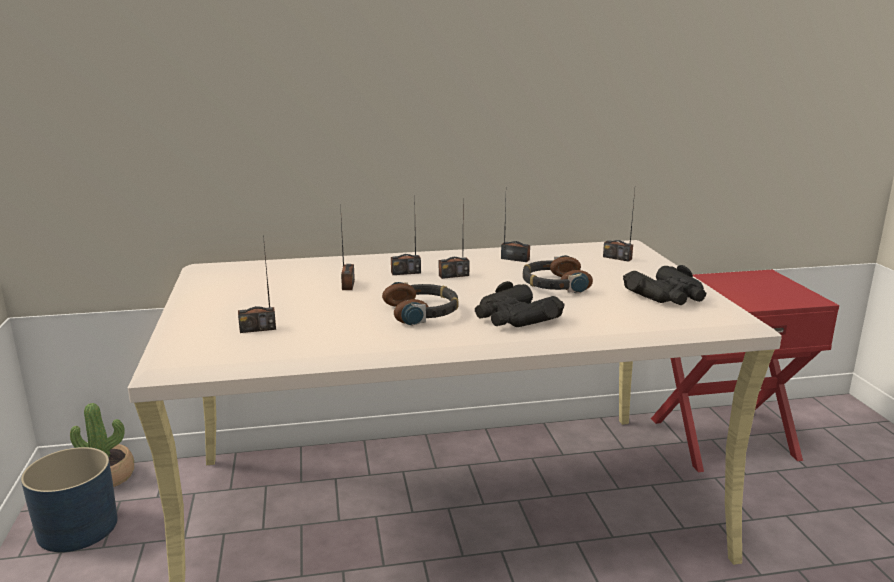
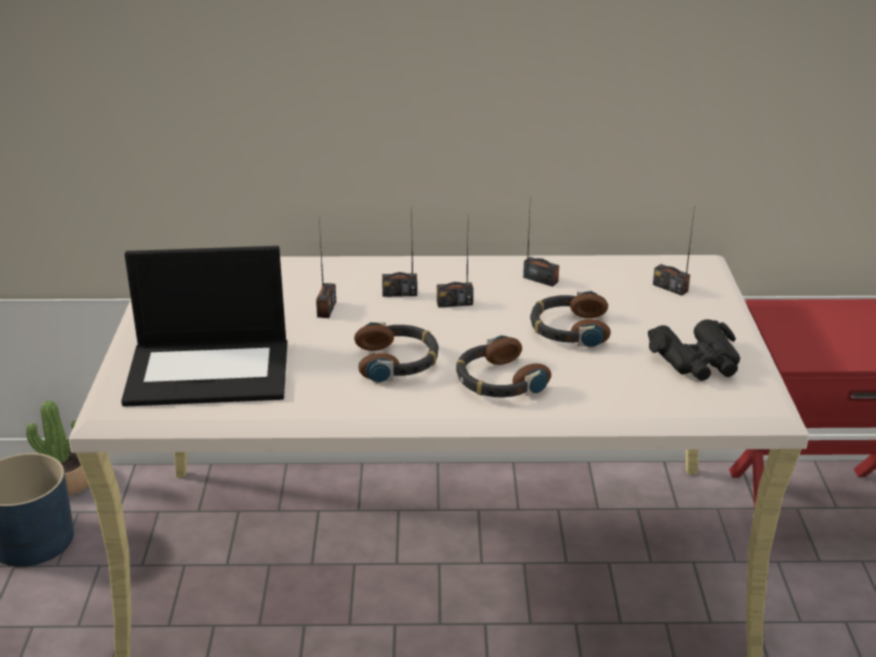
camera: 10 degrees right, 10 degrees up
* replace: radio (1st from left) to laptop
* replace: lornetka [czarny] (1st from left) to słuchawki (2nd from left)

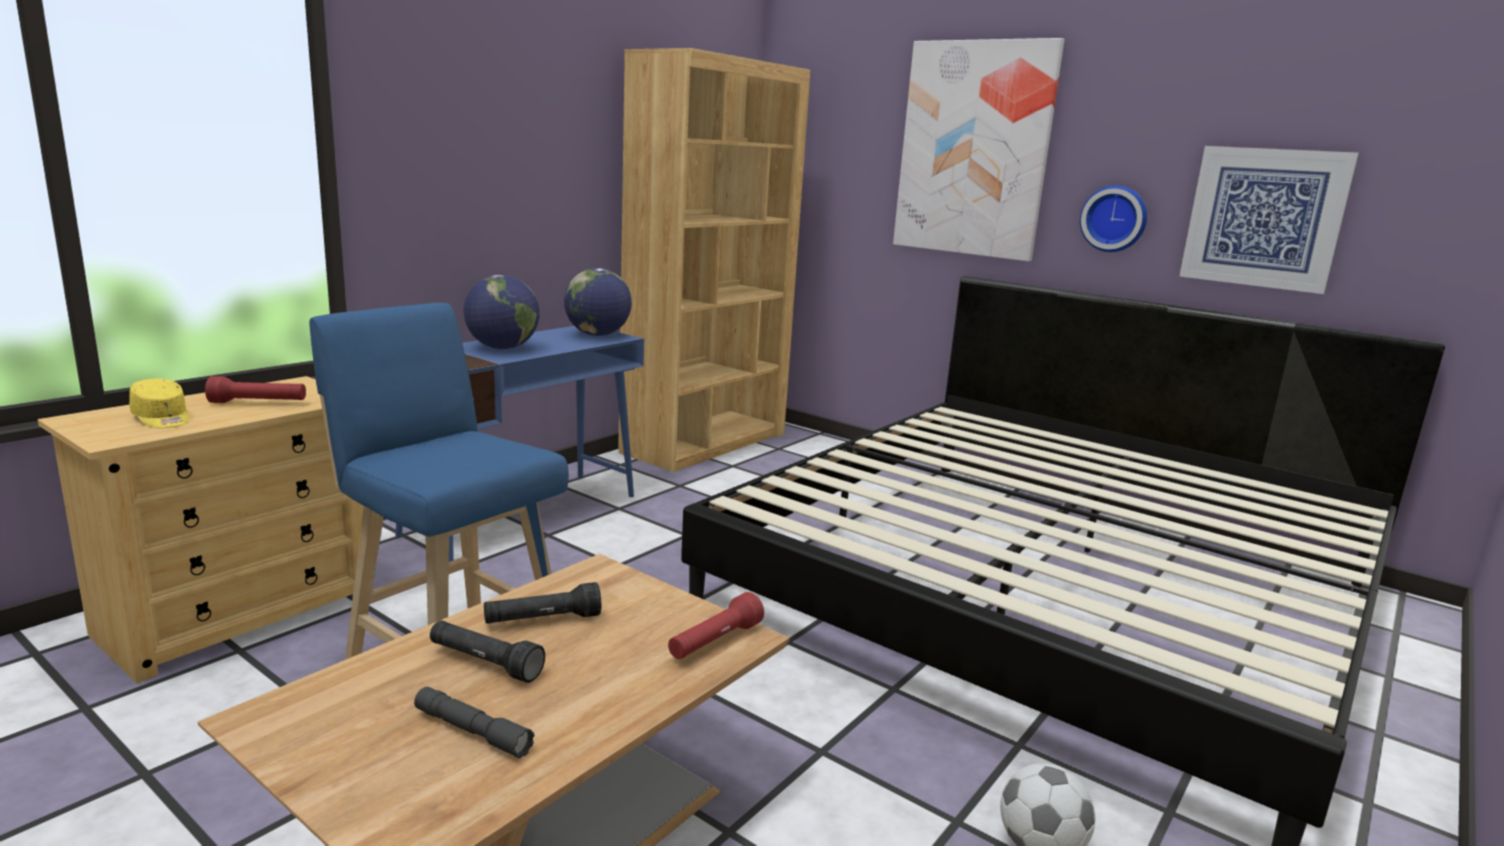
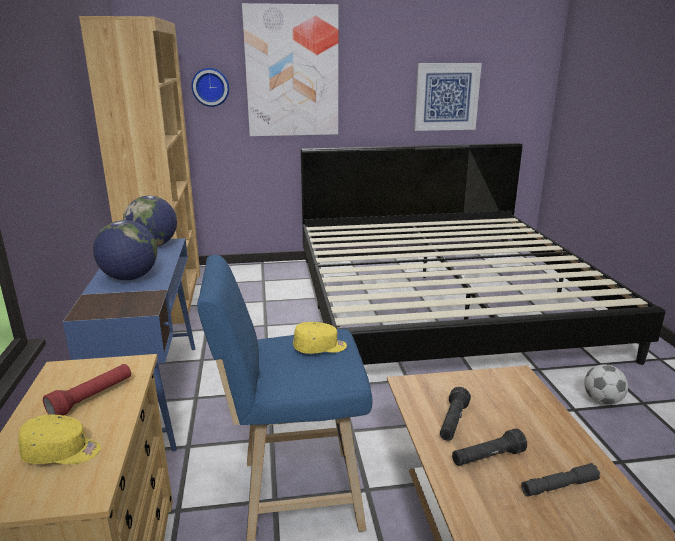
camera: 45 degrees left, 5 degrees up
* delete: latarka [czerwony] (2nd from left)
* move: zegar ścienny
* insert: czapka z daszkiem [żółty] (2nd from left)

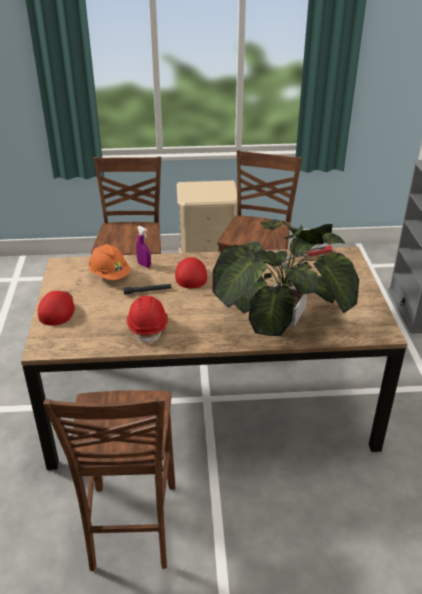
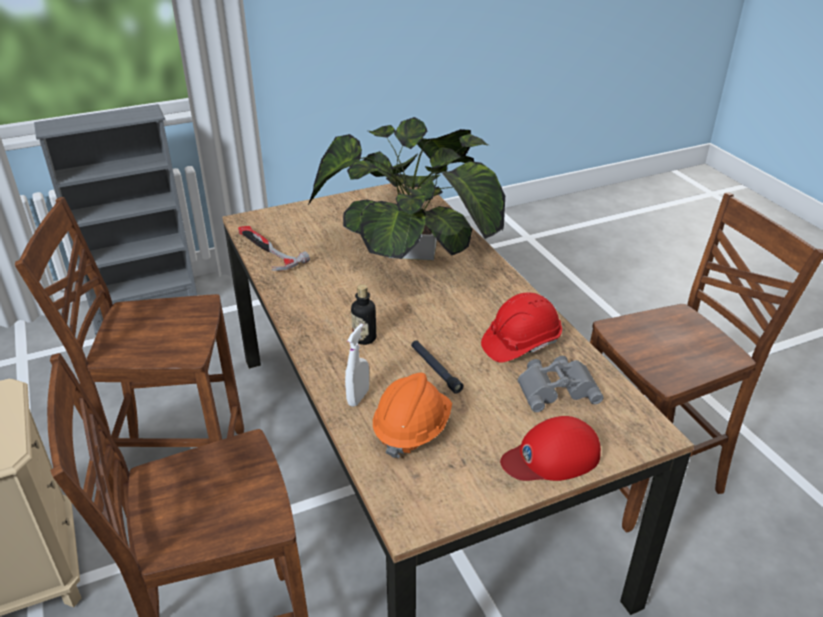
camera: 110 degrees left, 0 degrees up
* recolor: spryskiwacz [fioletowy] to spryskiwacz [biały]
* replace: czapka z daszkiem [czerwony] (2nd from left) to butelka
* insert: lornetka [szary]

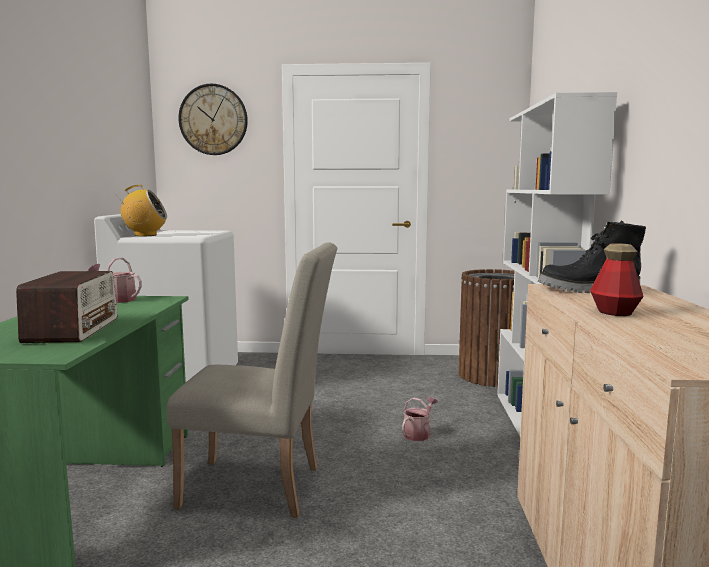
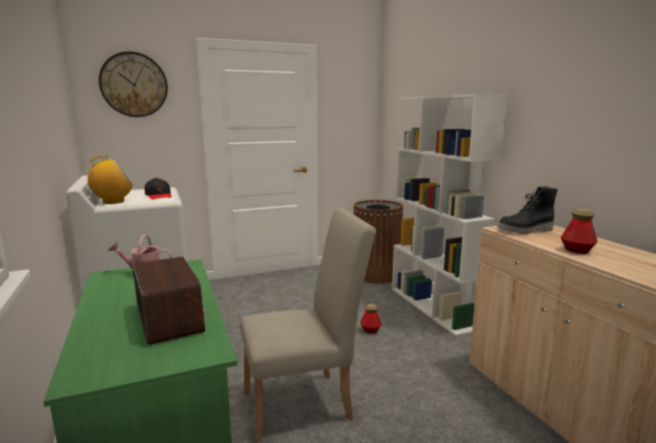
camera: 25 degrees left, 5 degrees up
* replace: konewka (2nd from left) to butelka (1st from left)
* insert: czapka z daszkiem [czarny]

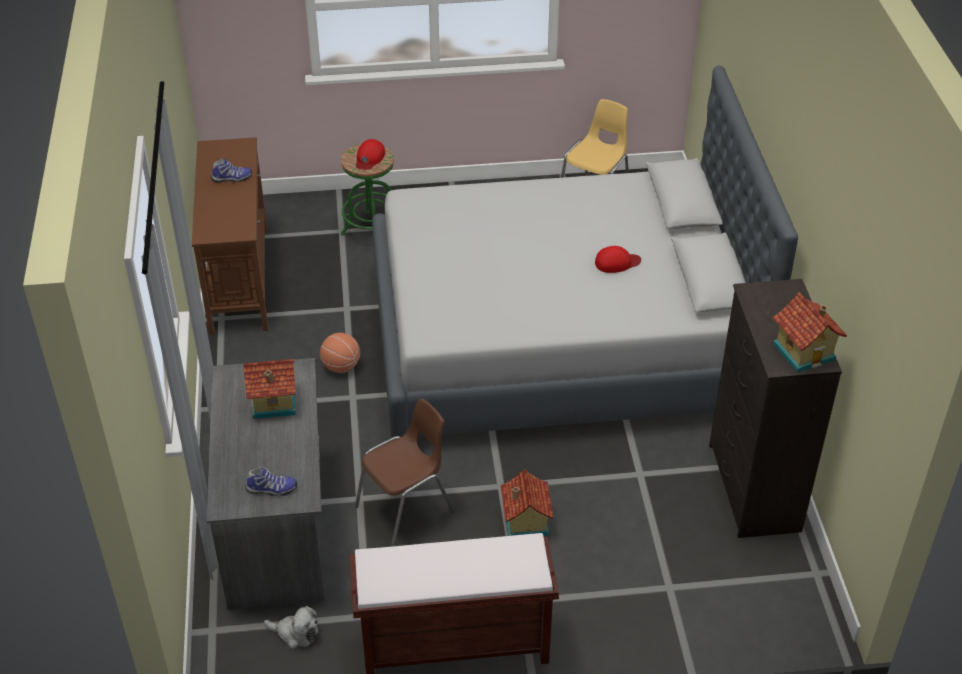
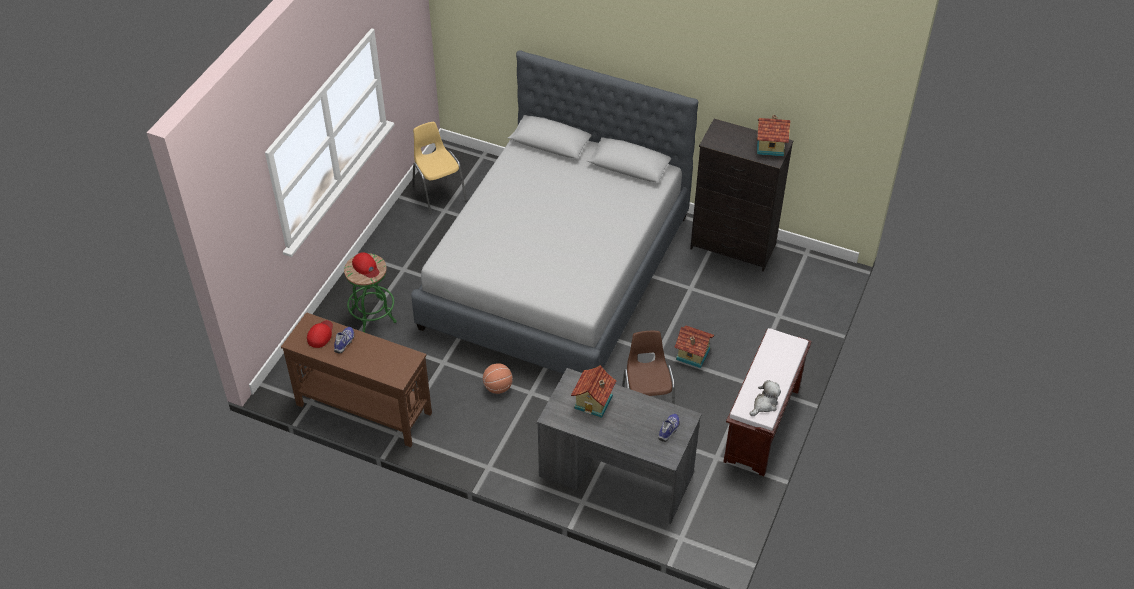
camera: 60 degrees left, 5 degrees up
* move: pluszak
* move: czapka z daszkiem [czerwony] (2nd from left in the first image) to czapka z daszkiem [czerwony] (1st from left)

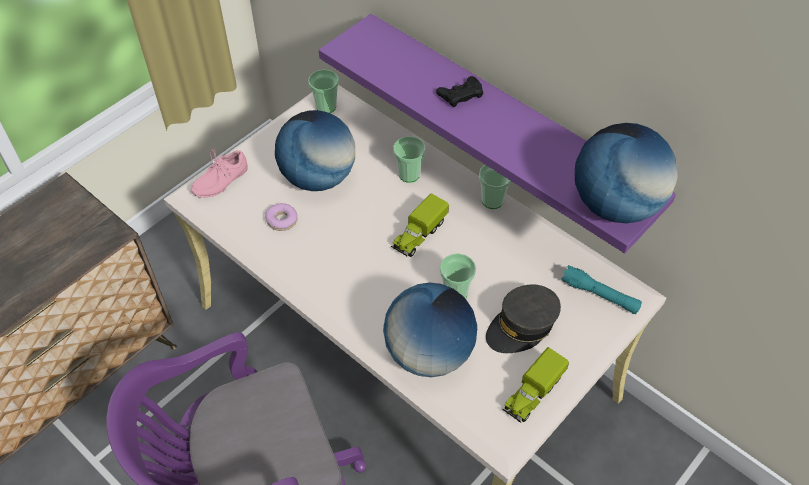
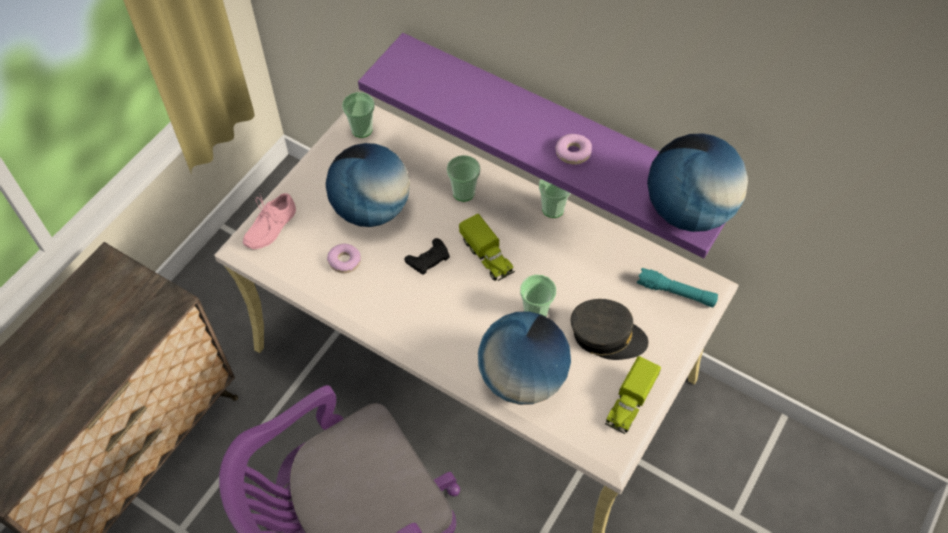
camera: 10 degrees left, 5 degrees up
* rotate: ciężarówka zabawkowa (1st from left) 60 degrees counterclockwise
* move: pad do gier [czarny]
* rotate: czapka z daszkiem [szary] 120 degrees counterclockwise
* insert: donut (2nd from left)

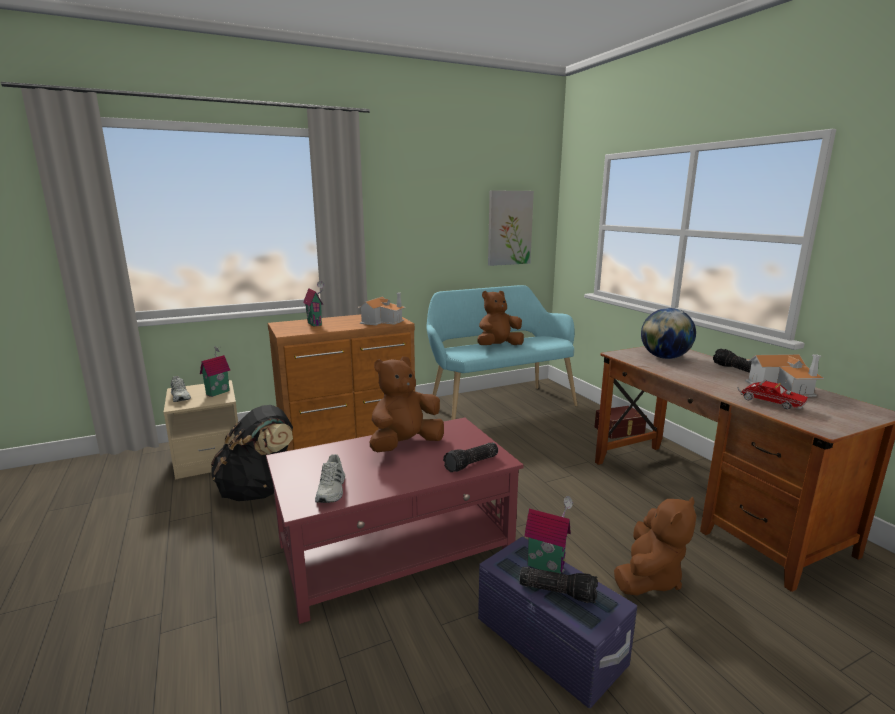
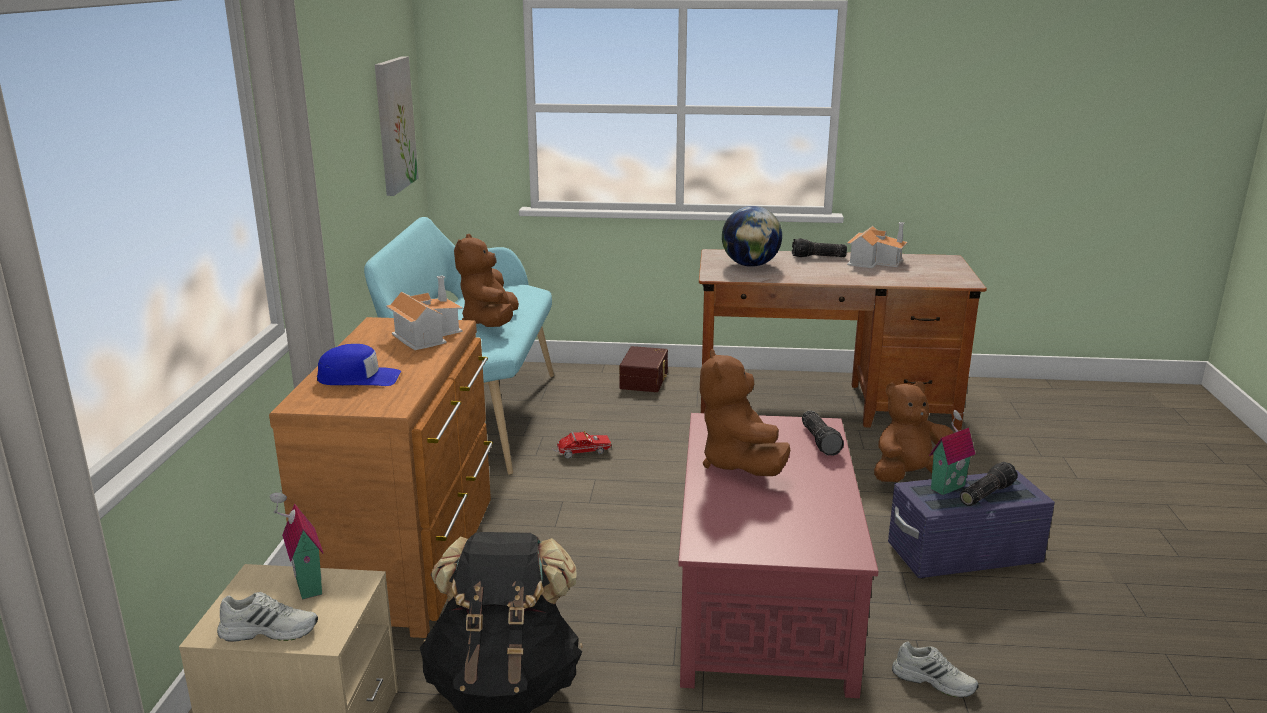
camera: 60 degrees left, 5 degrees up
* replace: domek (2nd from left) to czapka z daszkiem [niebieski]
* move: but [biały] (2nd from left)
* rotate: pluszak [brązowy] (3rd from left) 90 degrees counterclockwise
* move: ciężarówka zabawkowa

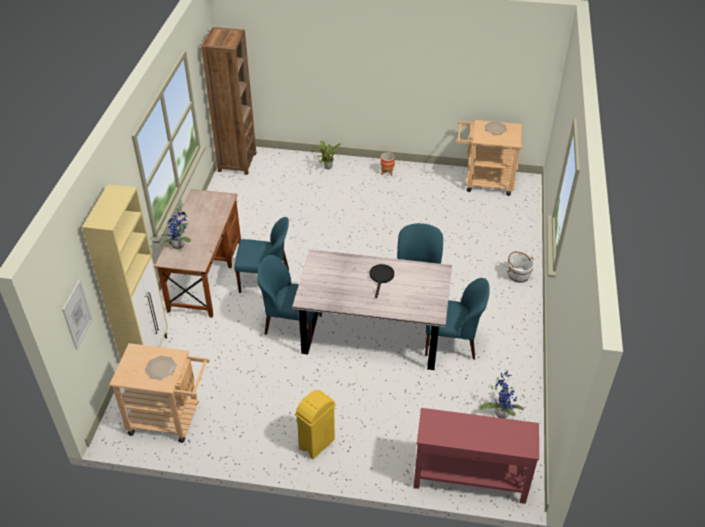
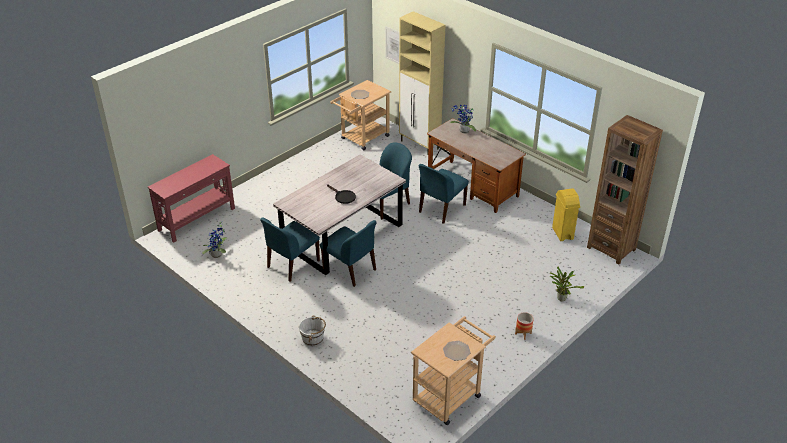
camera: 125 degrees right, 5 degrees down
* move: kosz na śmieci [żółty]

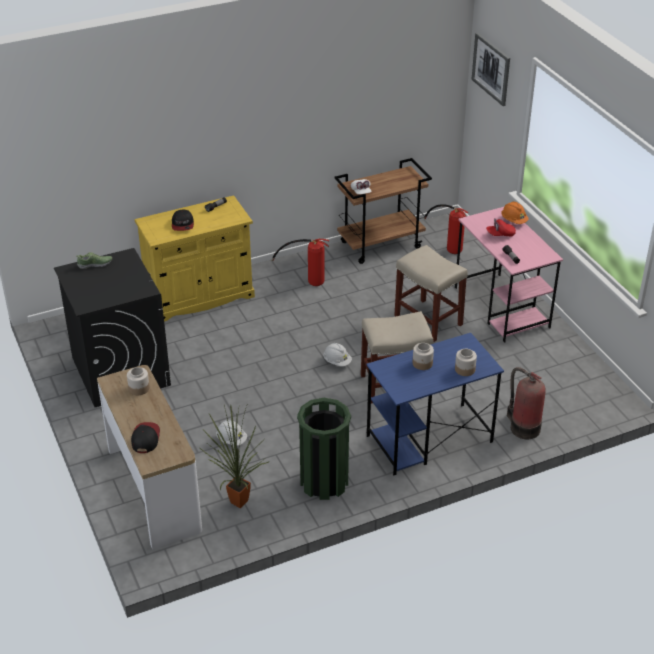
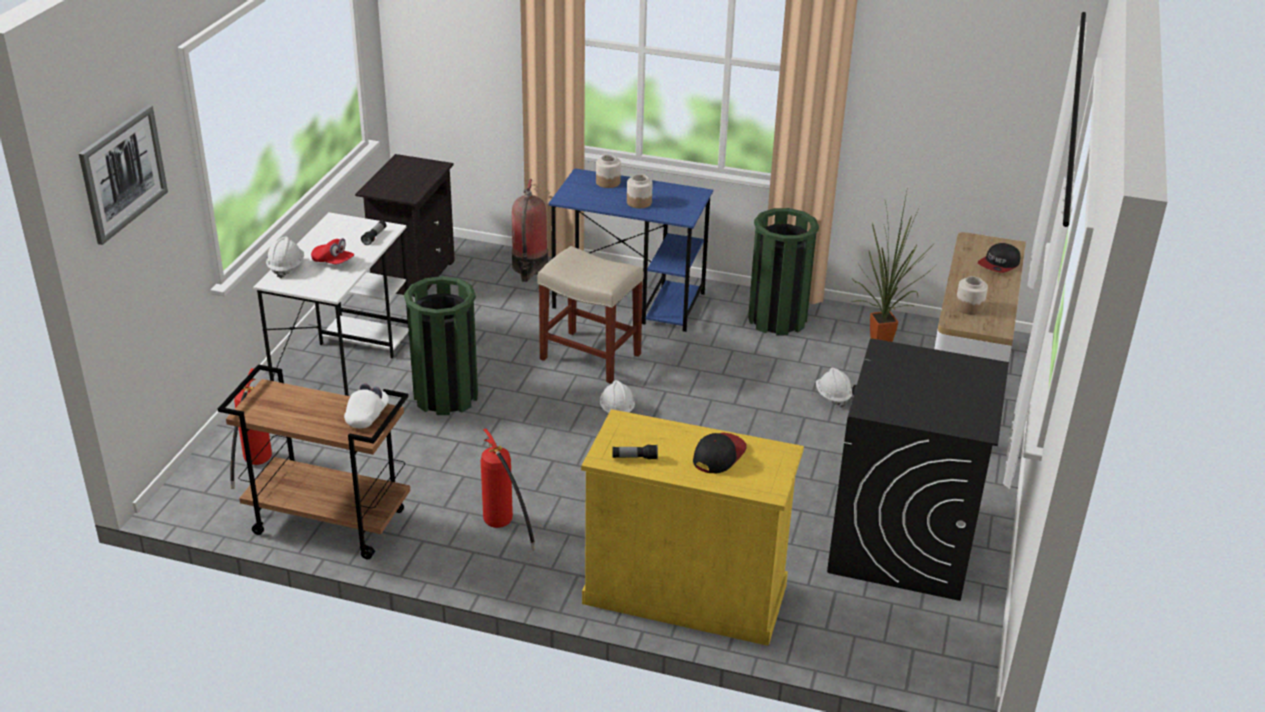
camera: 140 degrees left, 5 degrees down
* delete: but
* replace: stołek [beżowy] (2nd from left) to kosz na śmieci [zielony] (1st from left)
* recolor: biurko [różowy] to biurko [biały]
* recolor: kask [pomarańczowy] to kask [biały] (1st from left)
* insert: szafka nocna [czarny]

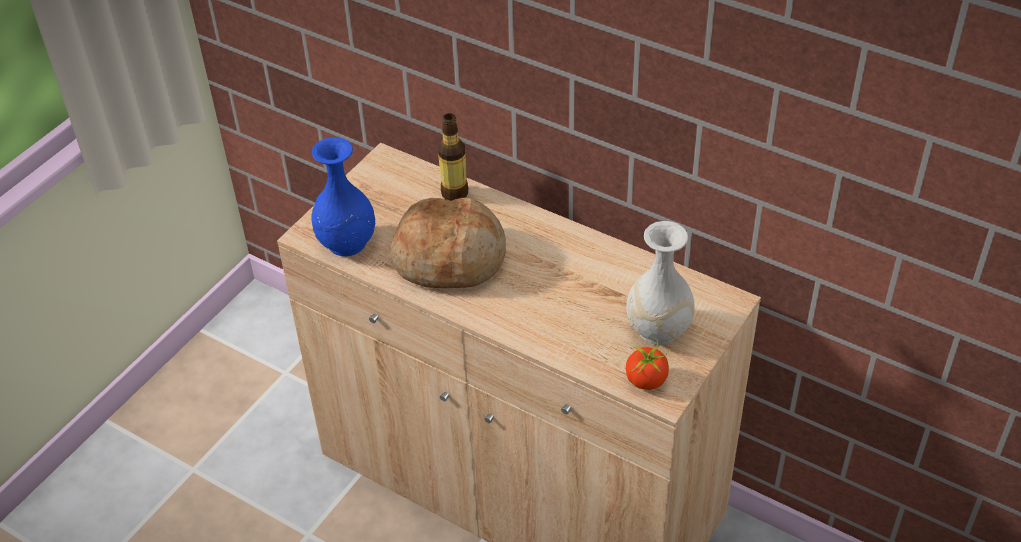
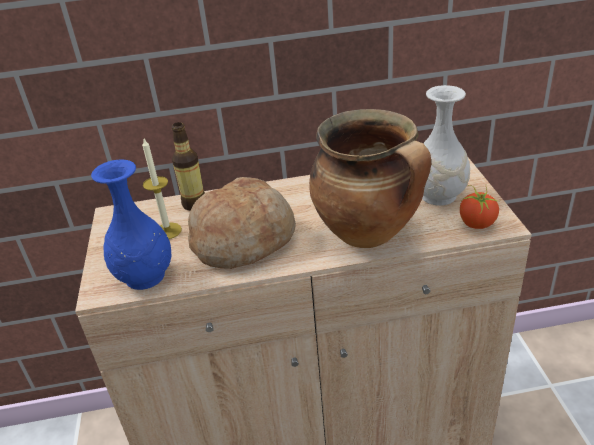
camera: 40 degrees left, 10 degrees down
* insert: świeca
* insert: garnek

